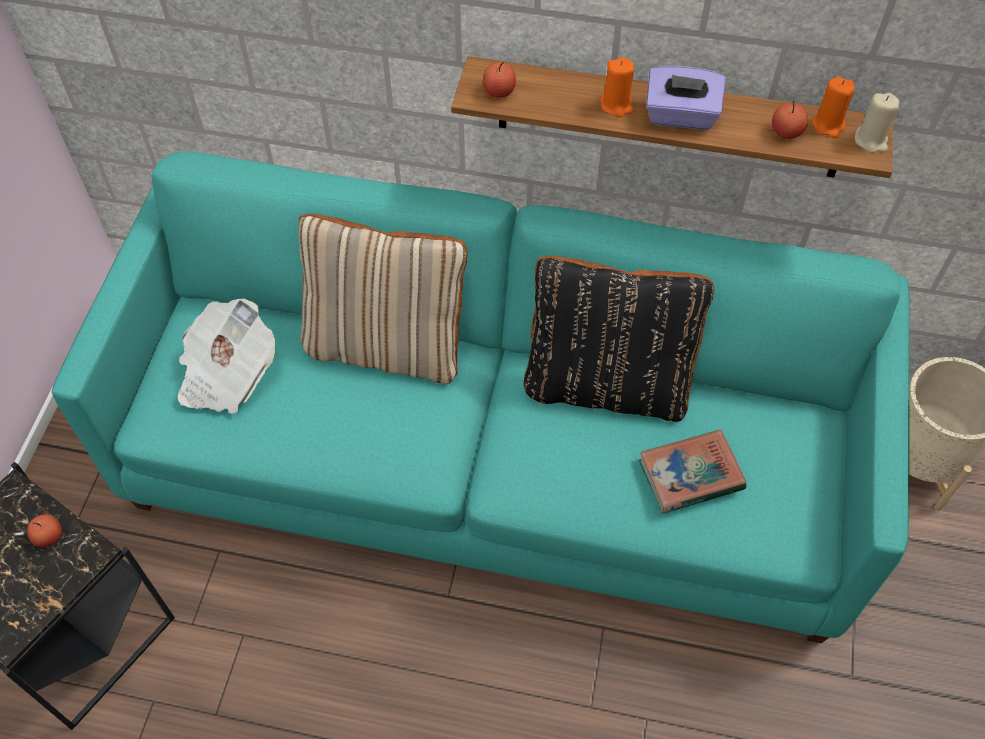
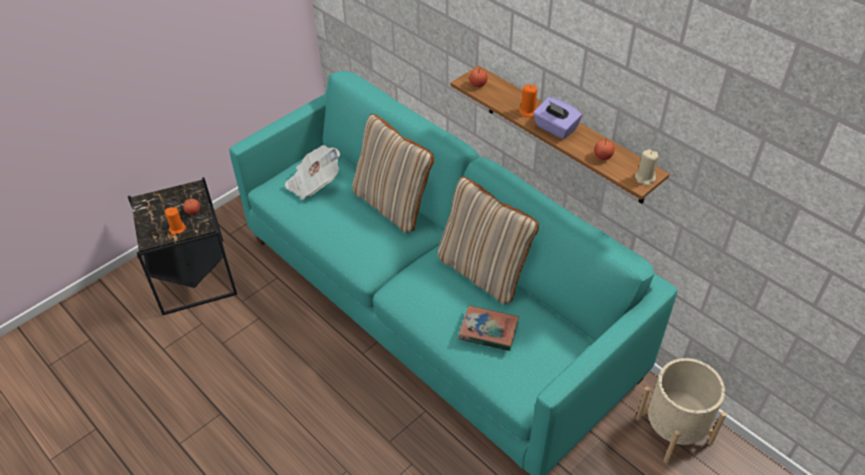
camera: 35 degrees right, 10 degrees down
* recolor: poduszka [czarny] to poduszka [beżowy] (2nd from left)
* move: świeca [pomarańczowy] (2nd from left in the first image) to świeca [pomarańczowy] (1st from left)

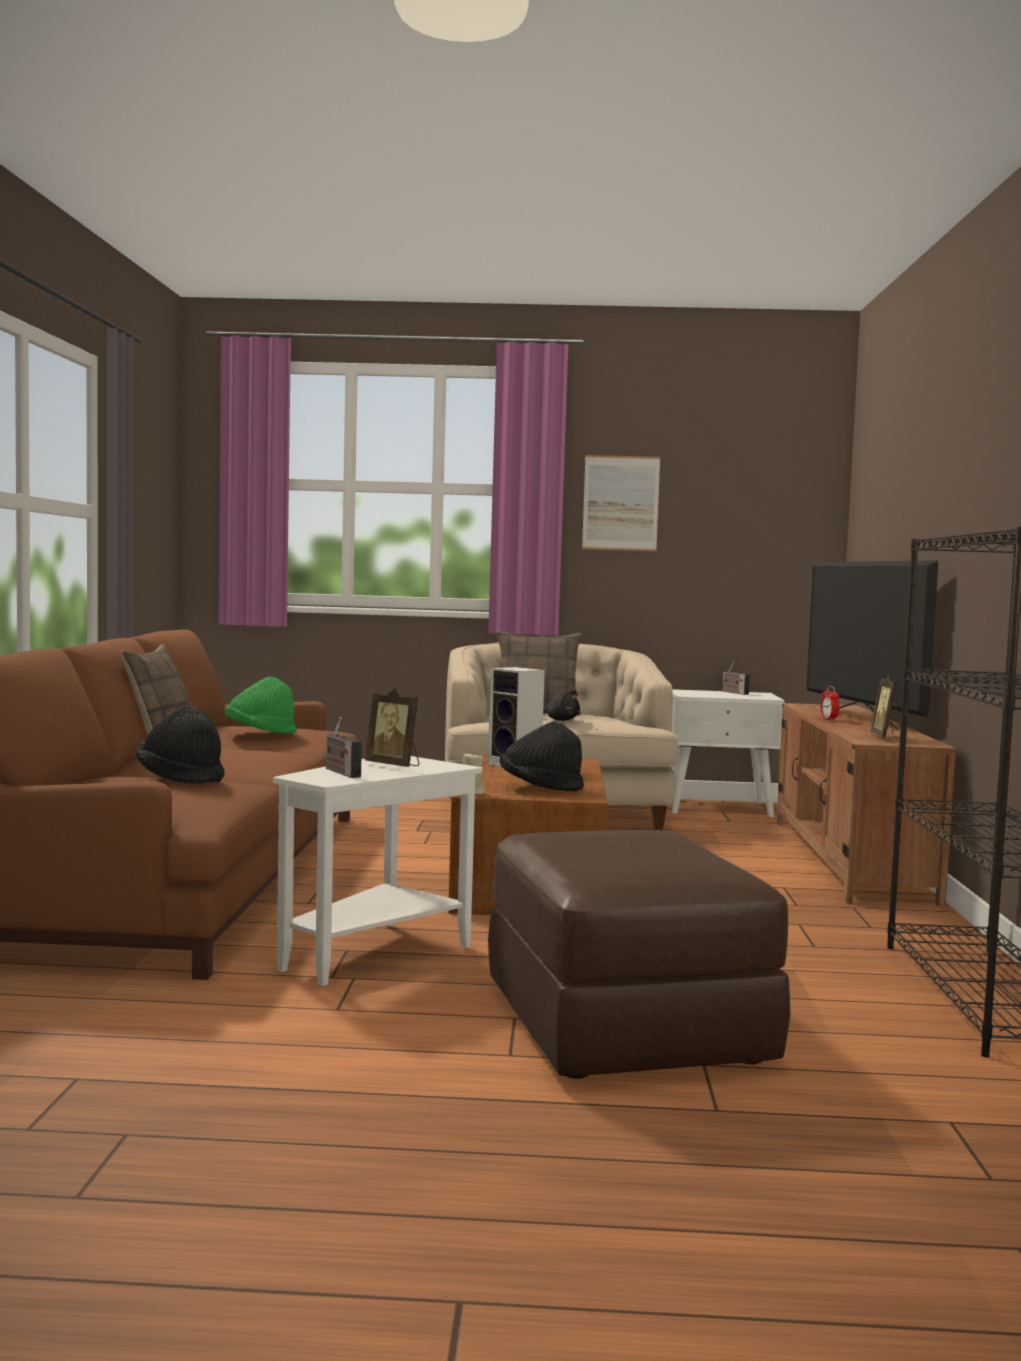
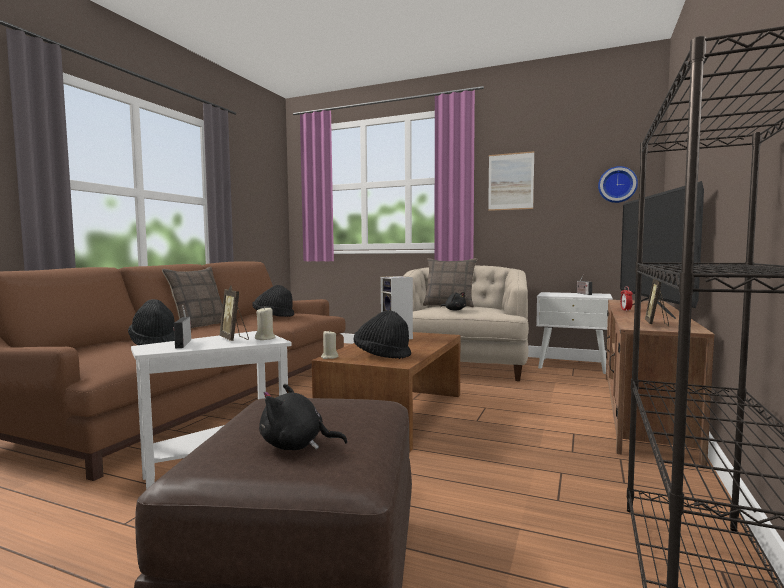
camera: 20 degrees right, 0 degrees up
* recolor: kapelusz [zielony] to kapelusz [czarny] (2nd from left)
* insert: świeca [beżowy] (1st from left)
* insert: pluszak [czarny] (1st from left)
* insert: zegar ścienny

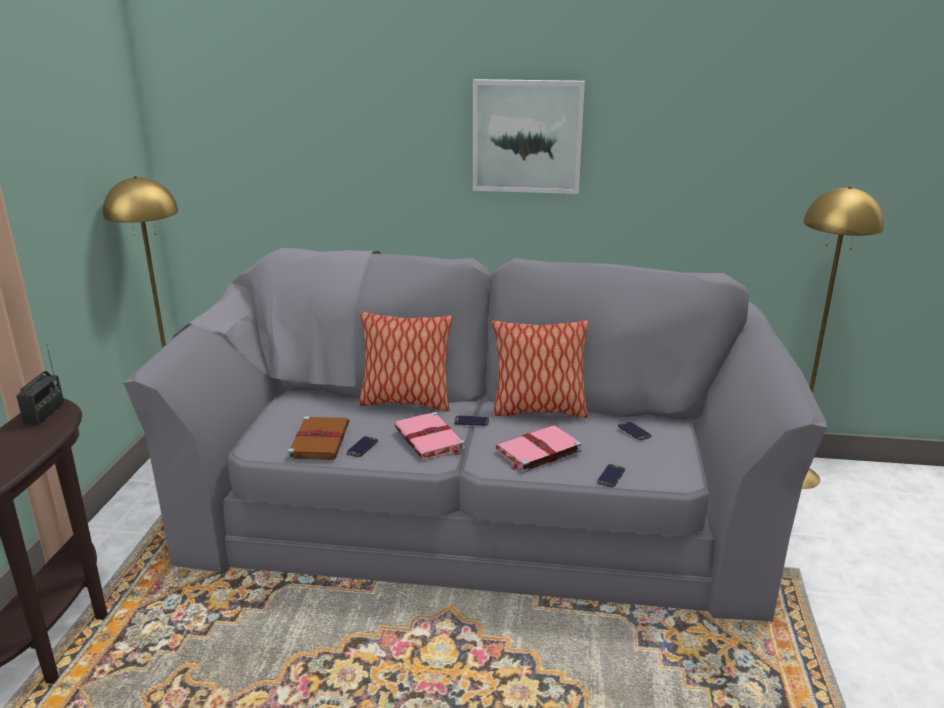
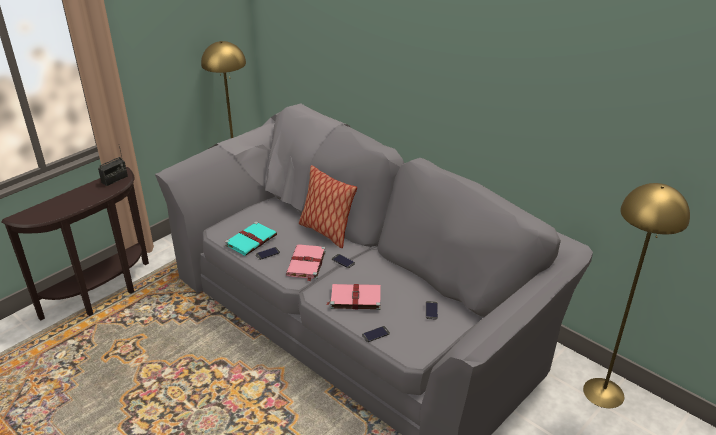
camera: 35 degrees right, 10 degrees up
* recolor: książka [brązowy] to książka [turkusowy]
* delete: obraz
* delete: poduszka (2nd from left)

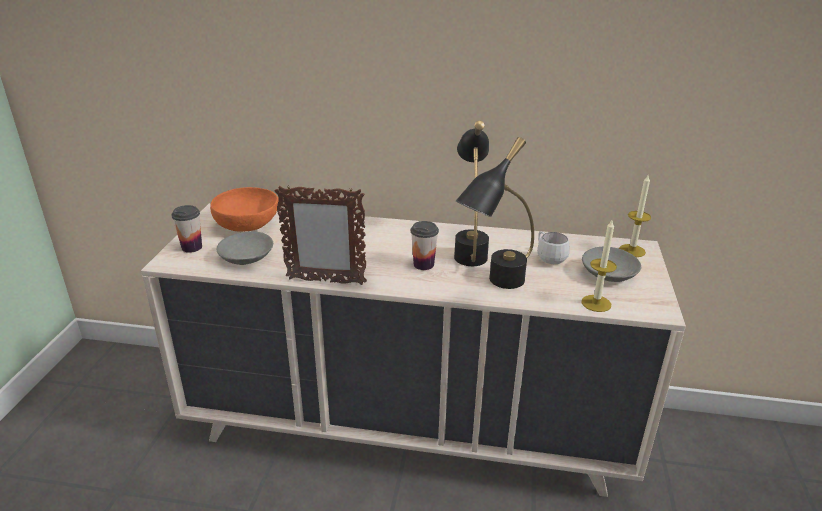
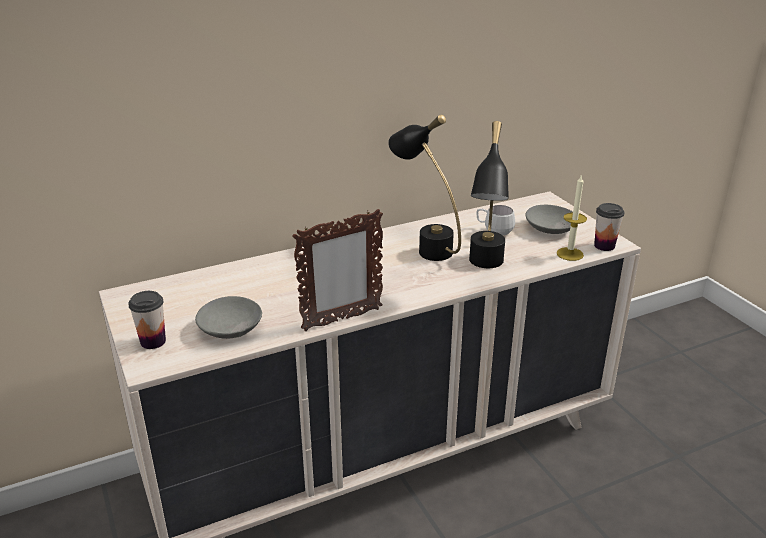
camera: 35 degrees left, 0 degrees up
* delete: miska [pomarańczowy]
* move: filiżanka (2nd from left)
* delete: świeca (2nd from left)

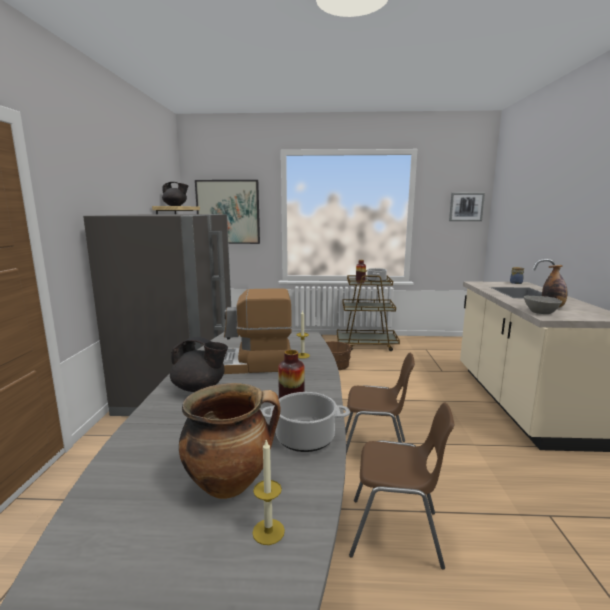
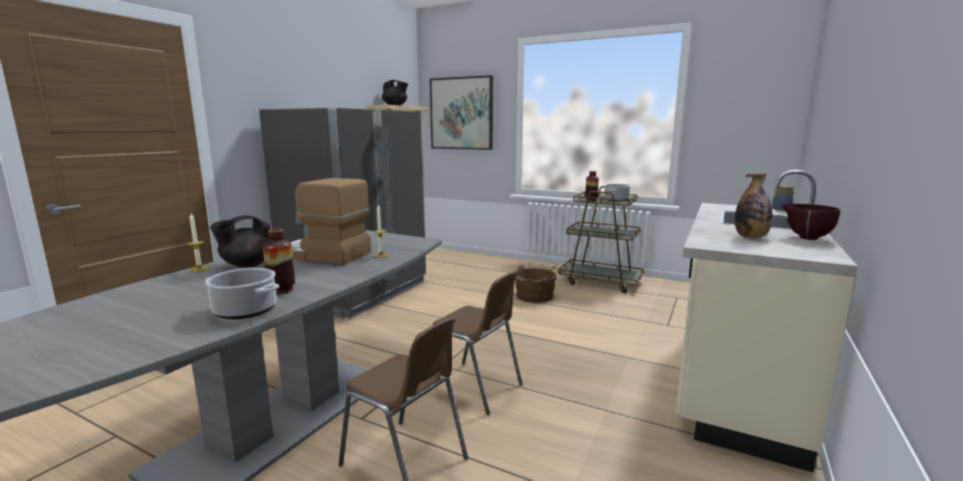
camera: 25 degrees right, 0 degrees up
* rotate: imbryk [czarny] (2nd from left in the first image) 90 degrees clockwise
* delete: garnek (1st from left)
* move: świeca (1st from left)
* delete: obraz (2nd from left)
* delete: miska [szary]
* insert: miska [brązowy]

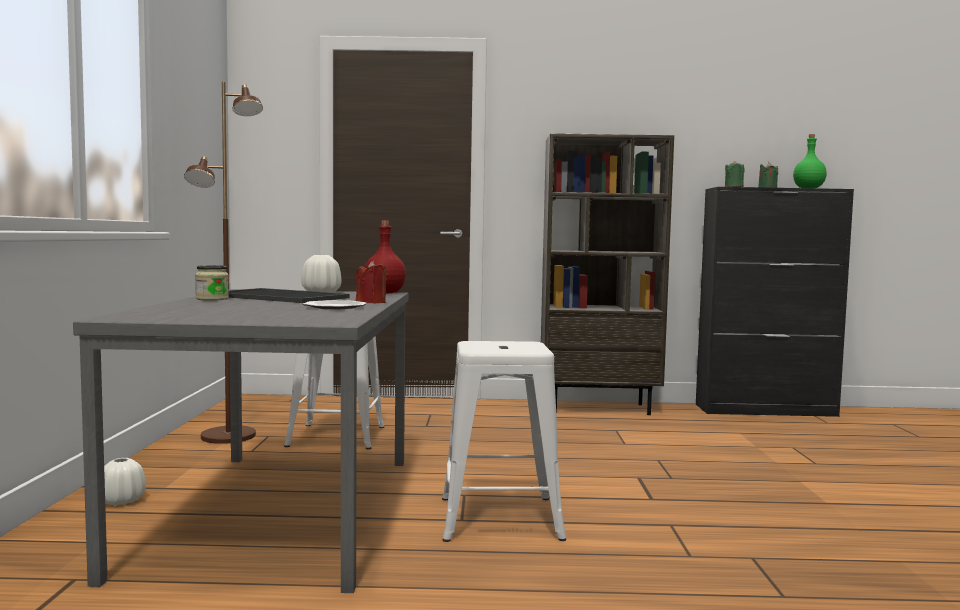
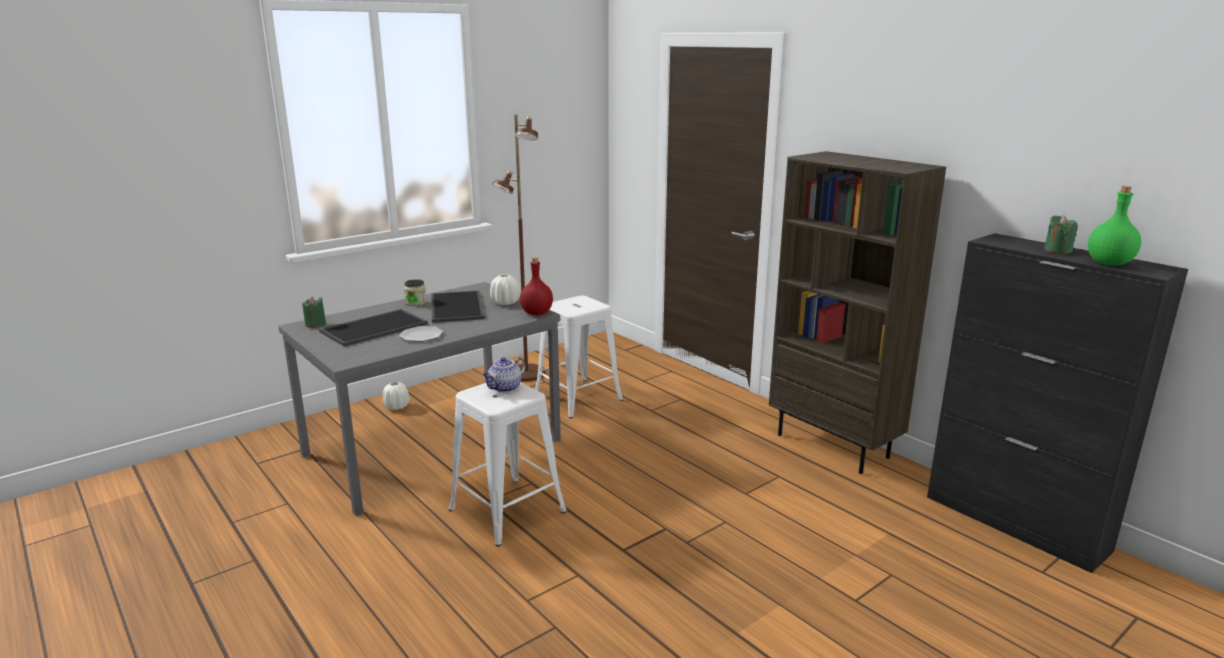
camera: 50 degrees right, 15 degrees up
* delete: świeca [czerwony]
* move: świeca [zielony] (1st from left)
* insert: taca (1st from left)
* insert: imbryk

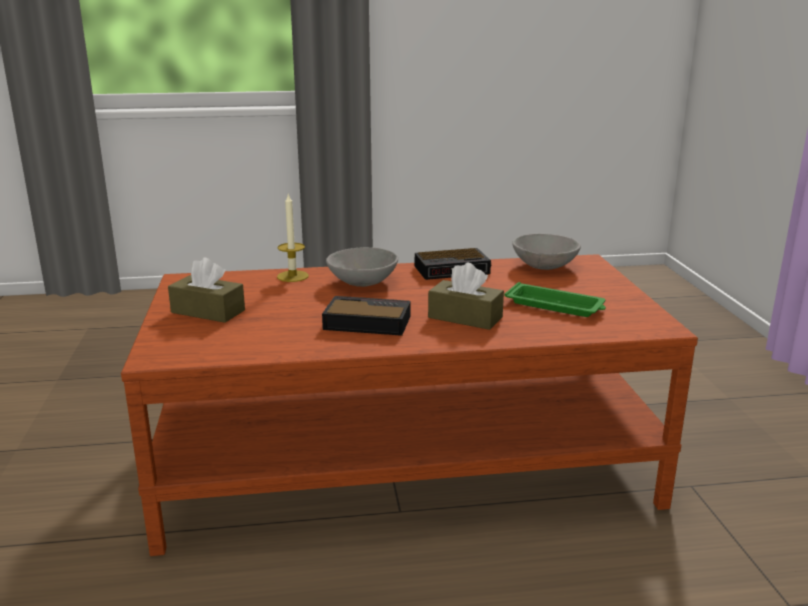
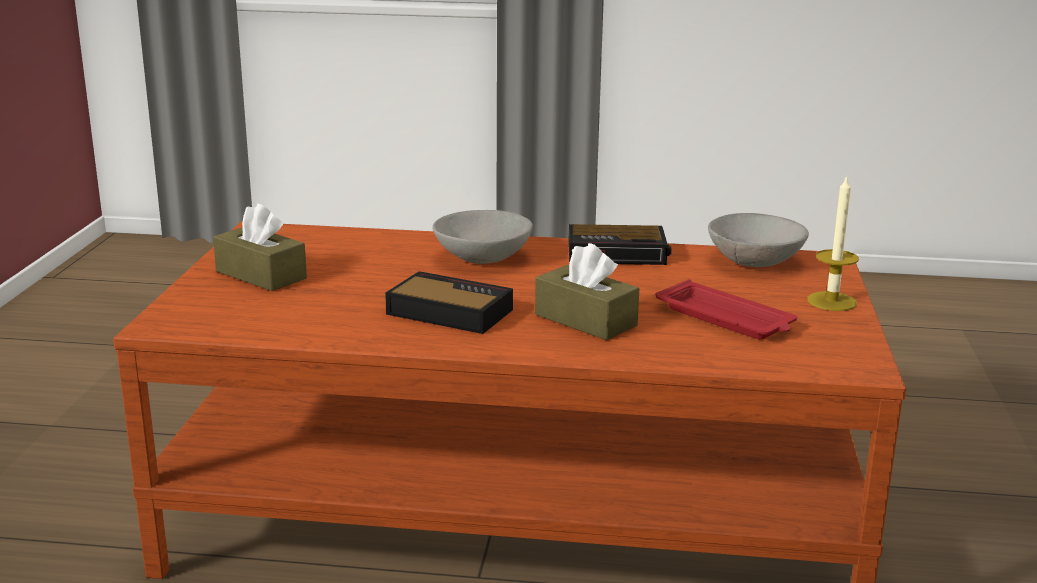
camera: 15 degrees right, 0 degrees up
* move: świeca
* recolor: taca [zielony] to taca [czerwony]

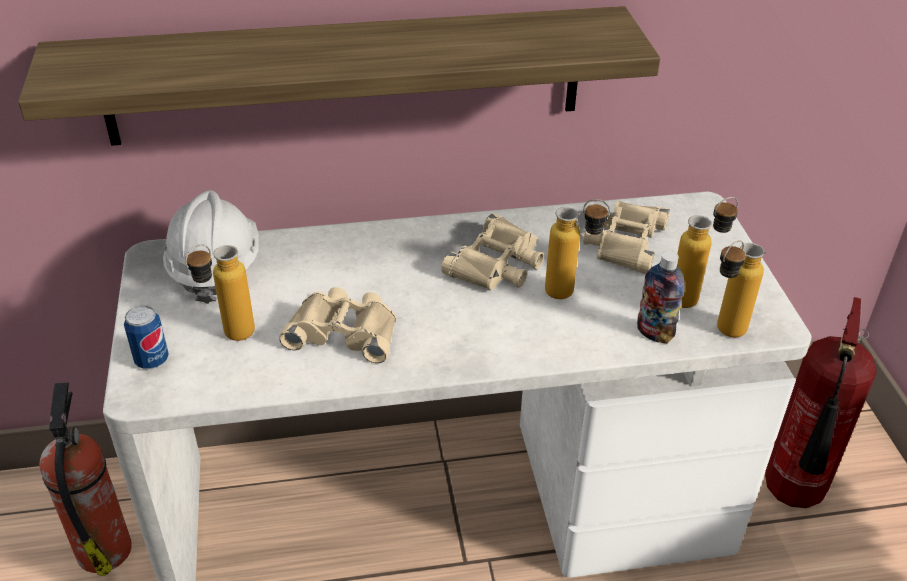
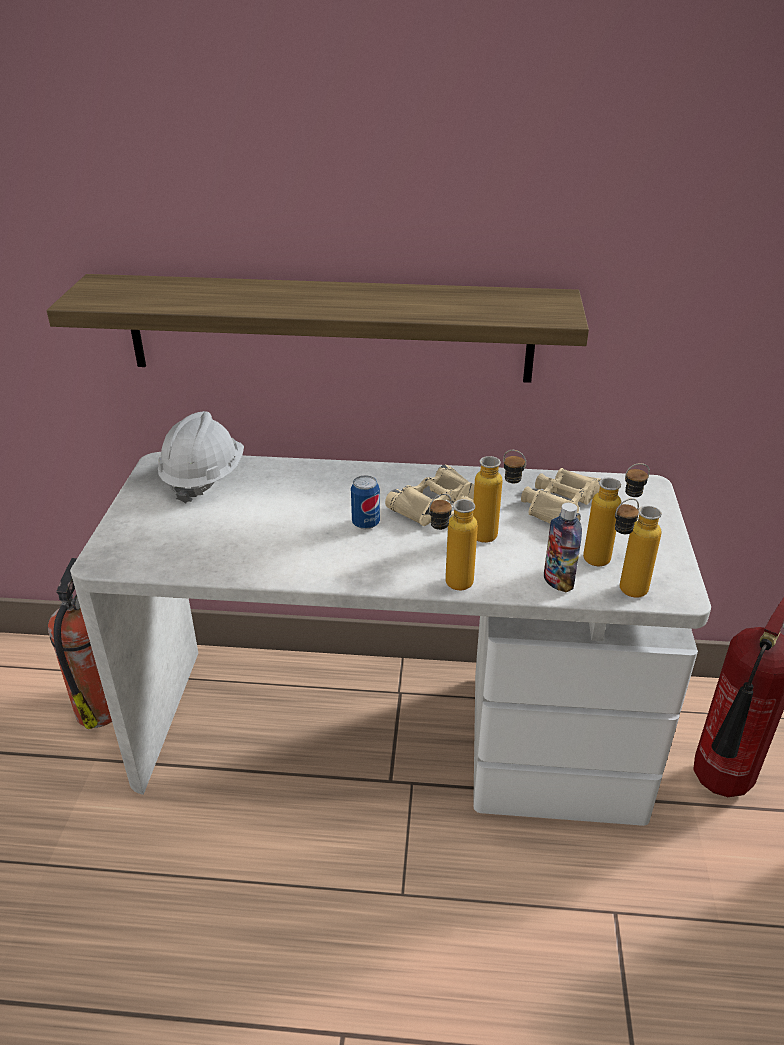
camera: 15 degrees right, 5 degrees down
* move: puszka
* move: butelka (1st from left)
* delete: lornetka [beżowy] (1st from left)

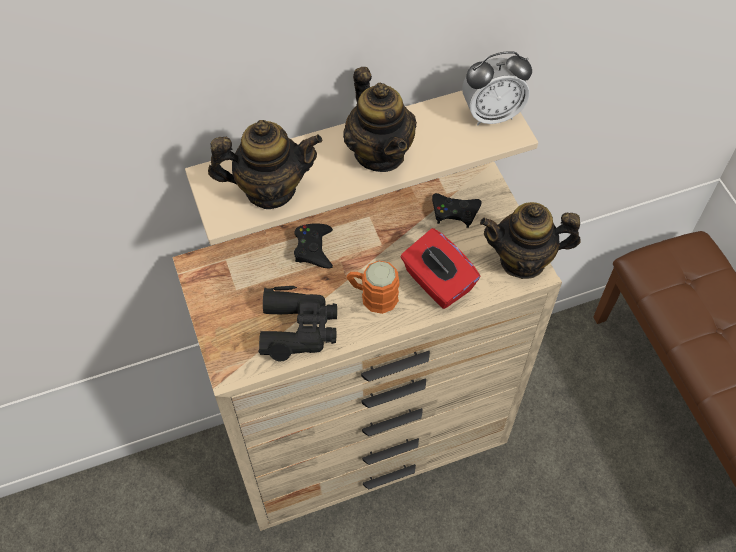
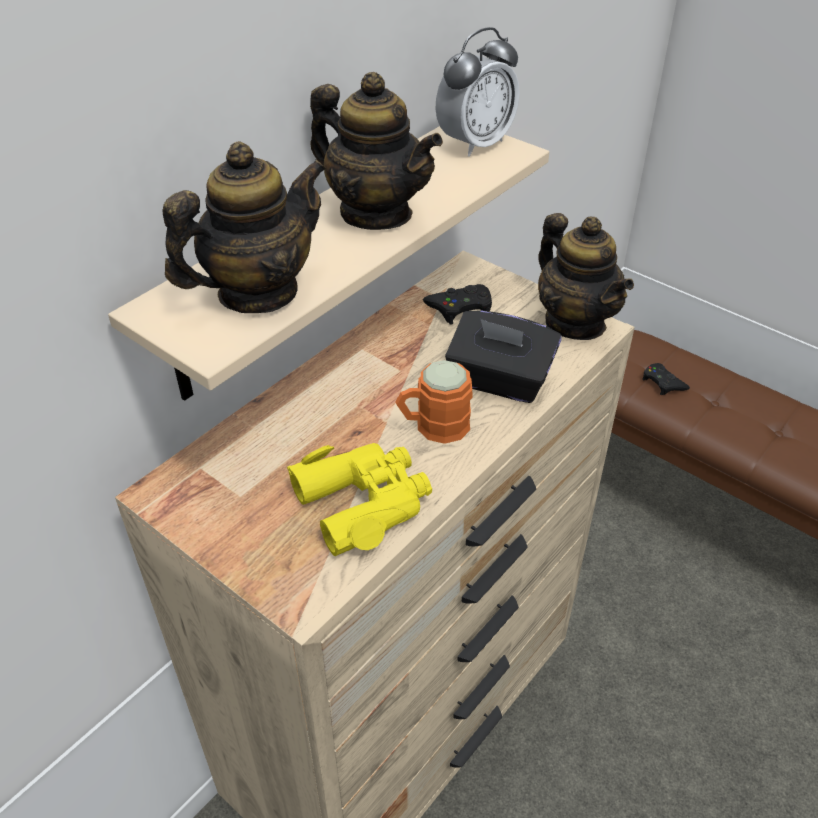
camera: 30 degrees left, 15 degrees down
* recolor: lornetka [czarny] to lornetka [żółty]
* move: pad do gier [czarny] (1st from left in the first image) to pad do gier [czarny] (2nd from left)
* recolor: pudełko chusteczek [czerwony] to pudełko chusteczek [czarny]
* rotate: imbryk (3rd from left) 90 degrees counterclockwise

